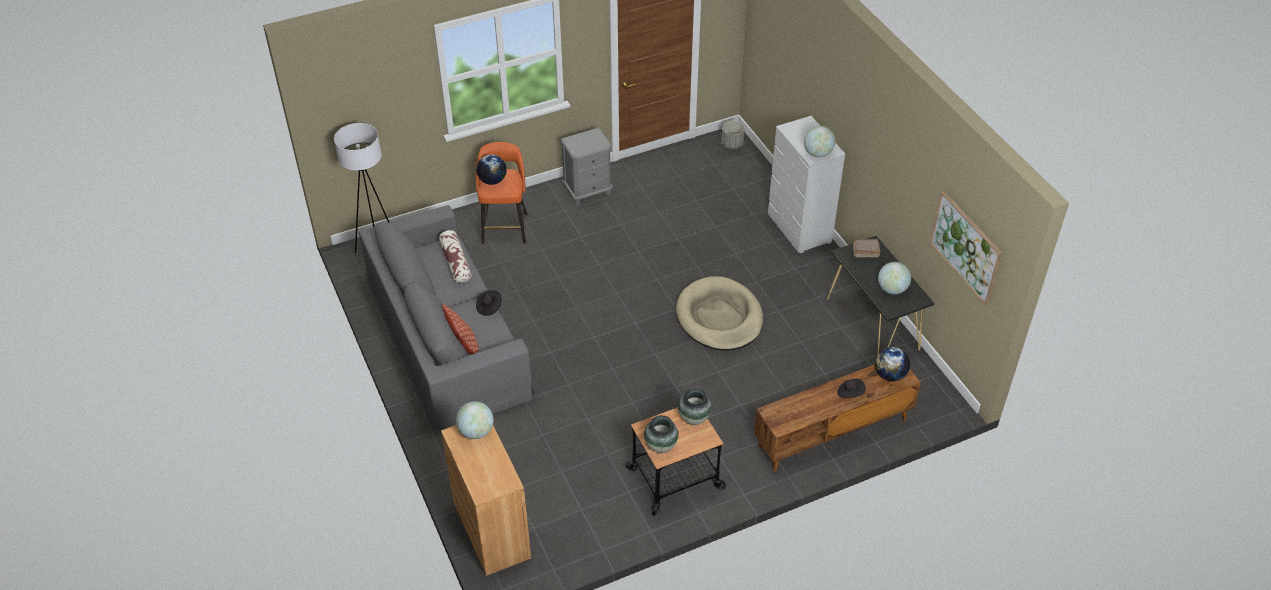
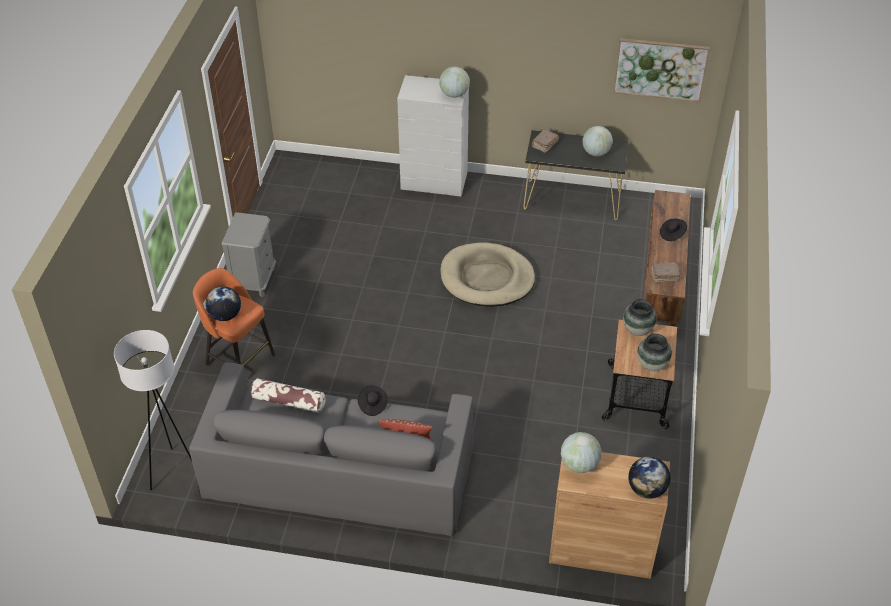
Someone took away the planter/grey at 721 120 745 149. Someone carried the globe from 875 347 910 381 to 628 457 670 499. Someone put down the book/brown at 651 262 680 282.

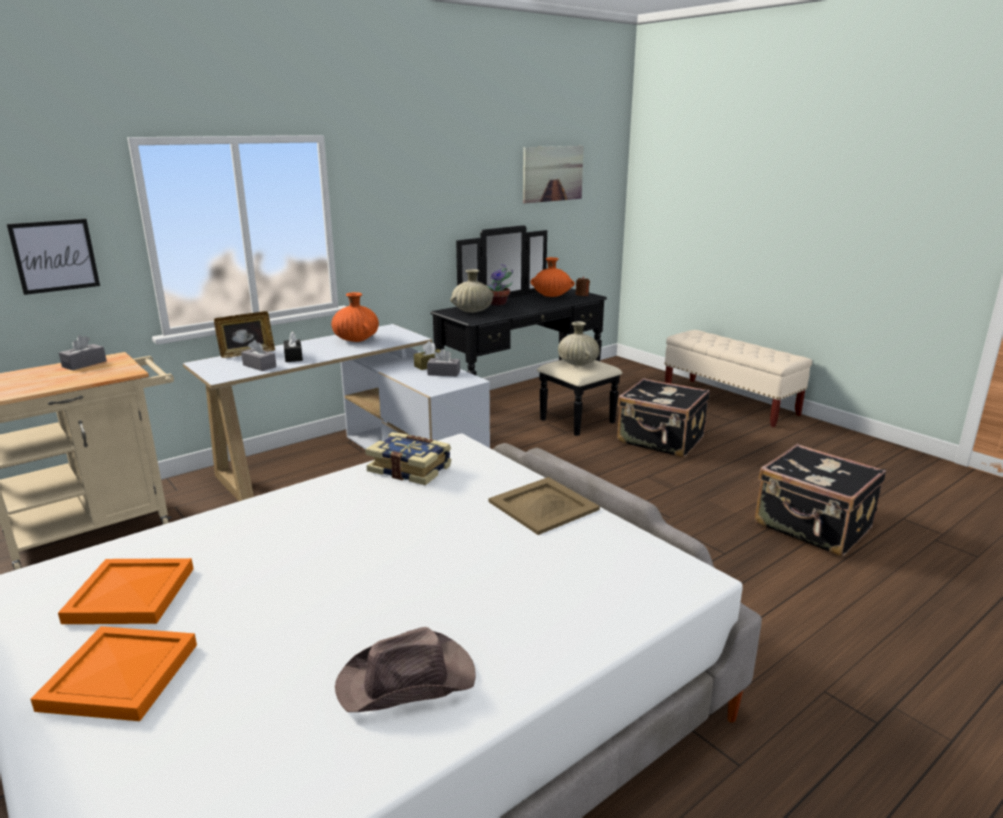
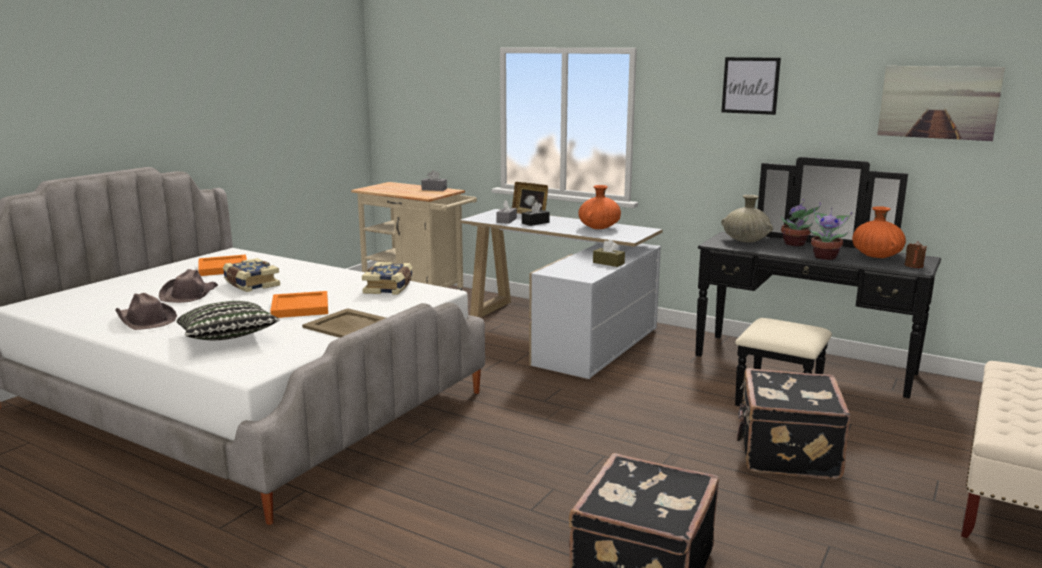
Someone carried the picture from 7 219 100 295 to 721 57 781 115. Someone took away the vase/beige at 558 321 600 366. Someone took away the tissue box/grey at 427 349 460 377. Someone carried the tray/orange from 30 626 197 721 to 270 291 328 318. Someone put down the potted plant at 808 208 853 260. Someone put down the book at 223 258 280 292. Someone put down the hat/brown at 159 269 218 303. Someone put down the pillow at 177 301 280 340.

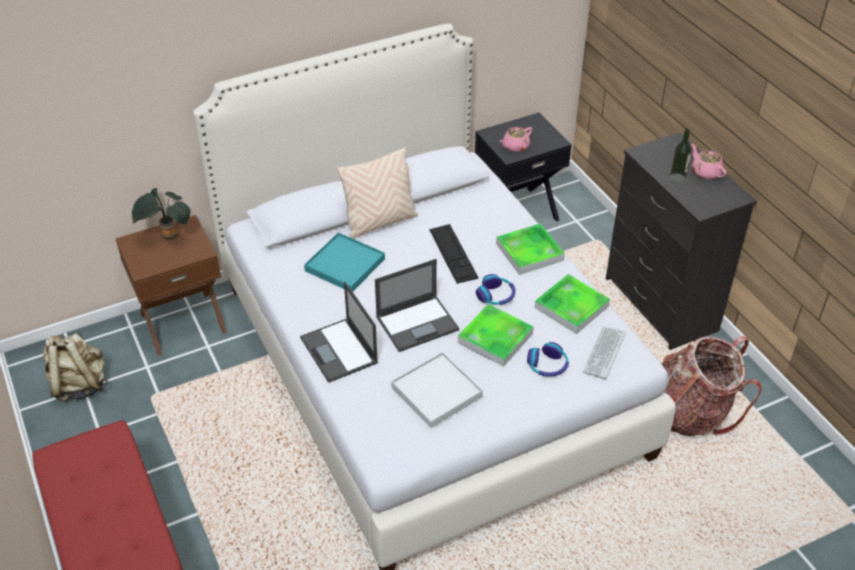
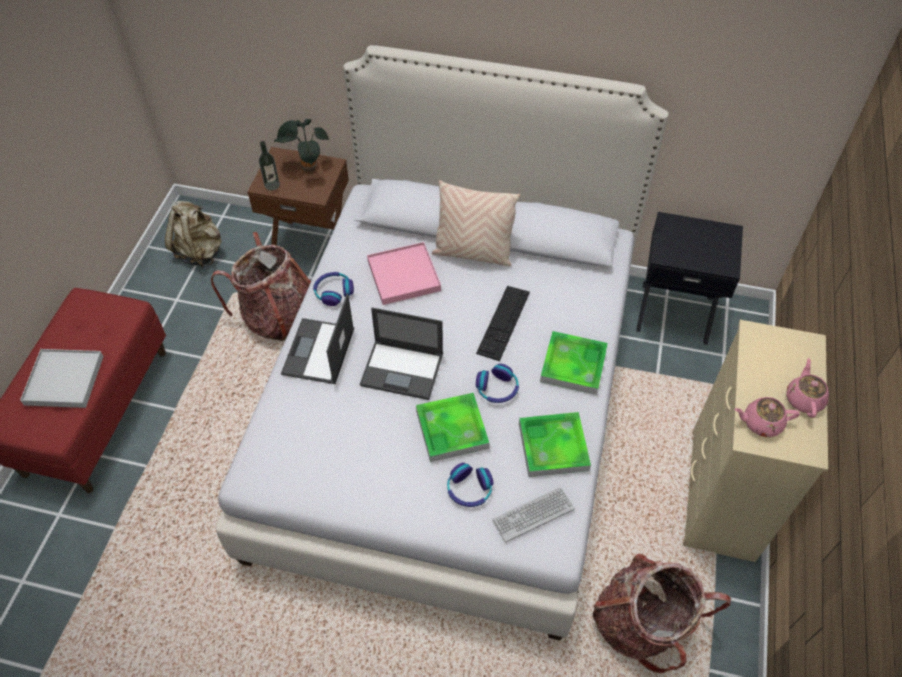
Someone carried the teapot/pink from 499 127 532 152 to 734 397 800 437. Someone carried the bottle from 670 128 692 183 to 259 141 280 191. Someone repainted the dresser/black at 606 132 757 350, which became the dresser/beige at 683 320 828 562. Someone repainted the tray/turquoise at 304 232 385 292, which became the tray/pink at 367 242 441 305. Someone carried the tray/white from 391 352 483 428 to 20 349 104 408. Someone put down the backpack at 211 232 311 341. Someone put down the headphones at 313 272 354 306.

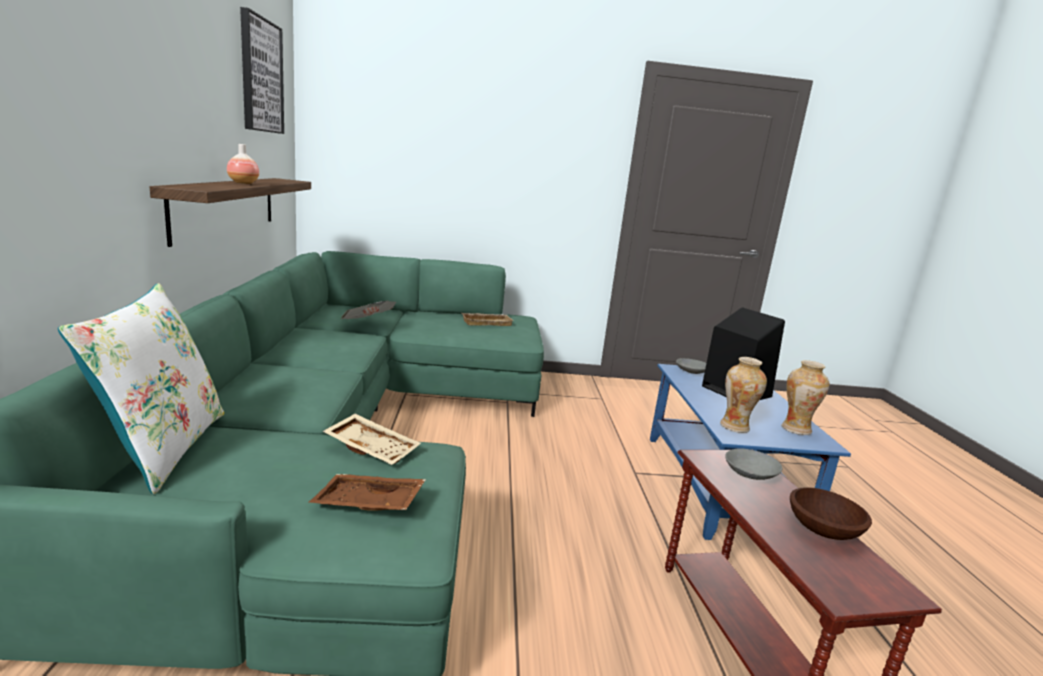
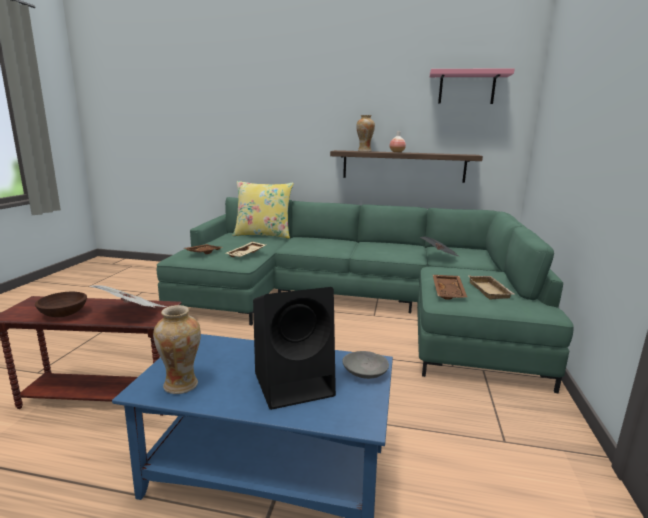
Someone swapped the picture at 240 7 284 134 for the shelf/pink at 430 68 515 104. Someone repainted the pillow/white at 58 283 224 495, which became the pillow/yellow at 232 181 294 239. Someone carried the vase from 720 357 767 433 to 356 115 375 152. Someone swapped the bowl/grey at 725 448 782 480 for the newspaper at 90 285 168 308. Someone put down the tray/brown at 433 275 467 300.

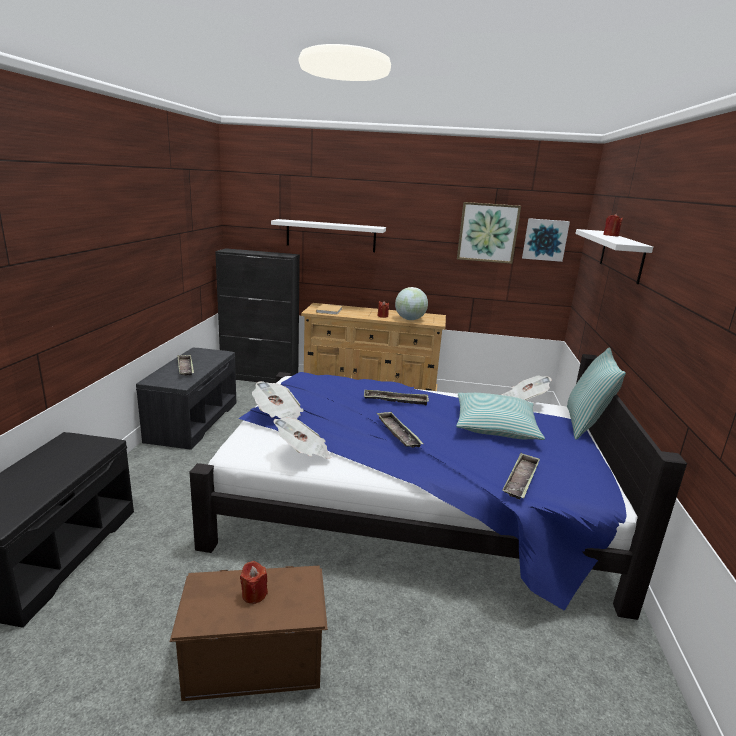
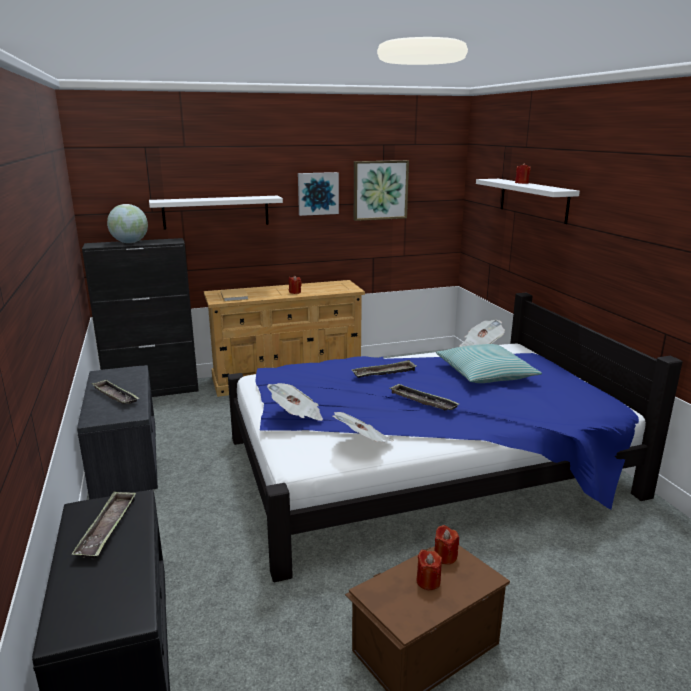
Someone carried the picture from 522 218 570 262 to 298 172 339 216. Someone carried the globe from 395 287 428 320 to 107 204 148 243. Someone took away the pillow at 567 348 626 440. Someone carried the tray from 503 453 540 500 to 72 492 136 559. Someone put down the candle/red at 434 525 459 565.

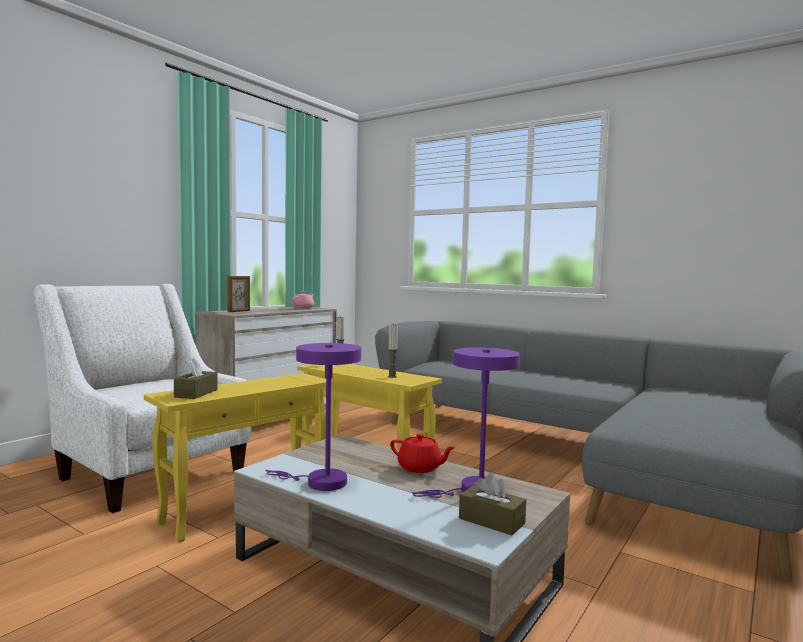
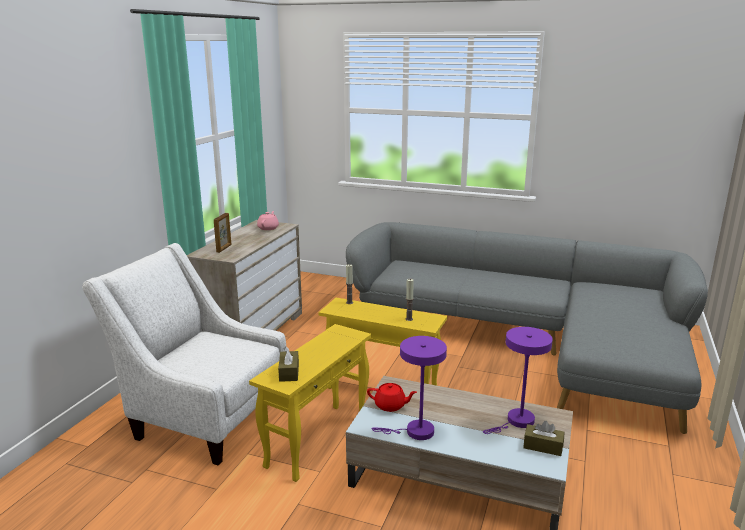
Someone carried the teapot/red from 390 434 455 473 to 367 383 417 412.

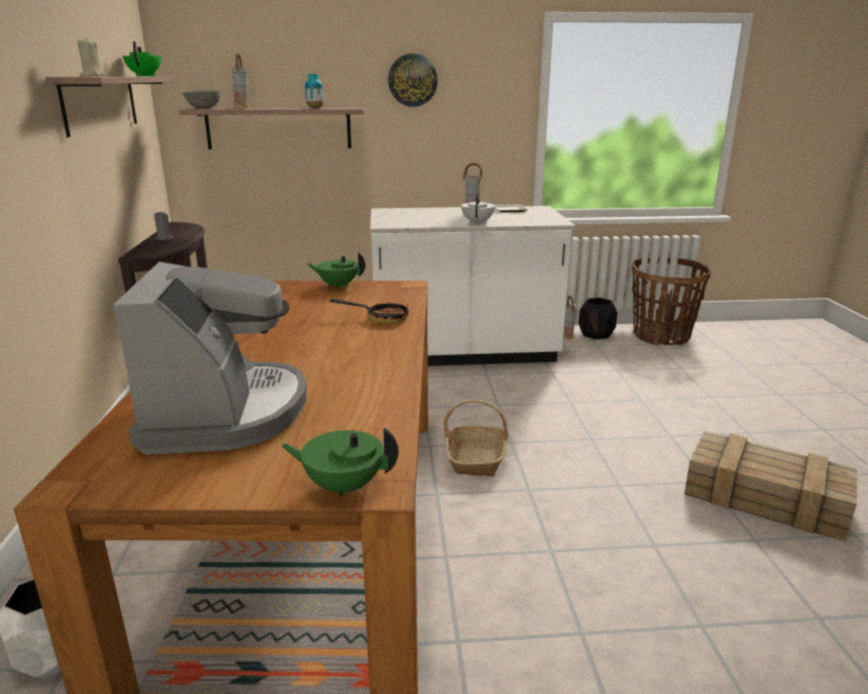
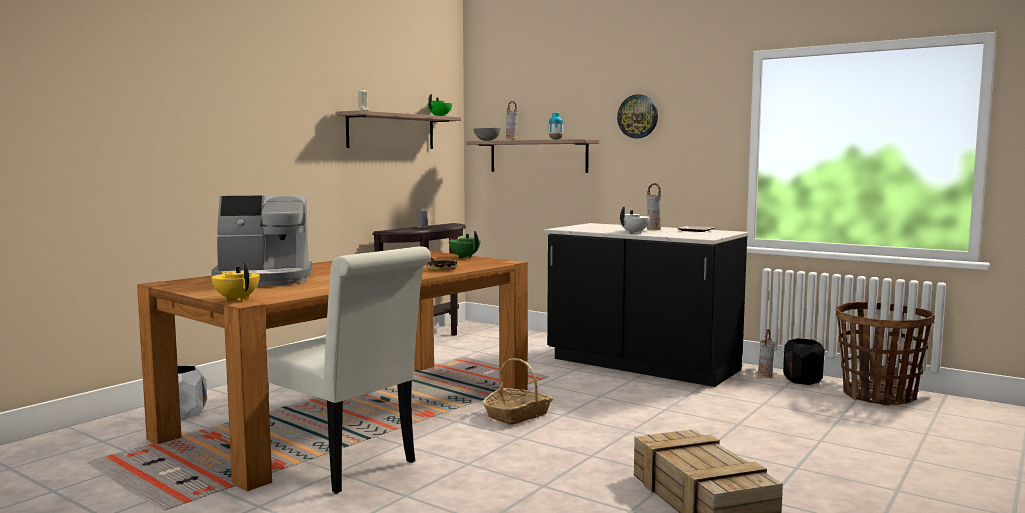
Someone repainted the counter/white at 370 206 575 366, which became the counter/black at 544 223 749 387. Someone rotated the coffee machine at 113 262 307 455 by 45 degrees clockwise. Someone repainted the teapot/green at 281 427 399 498, which became the teapot/yellow at 212 262 260 301. Someone put down the chair/white at 267 246 431 494.

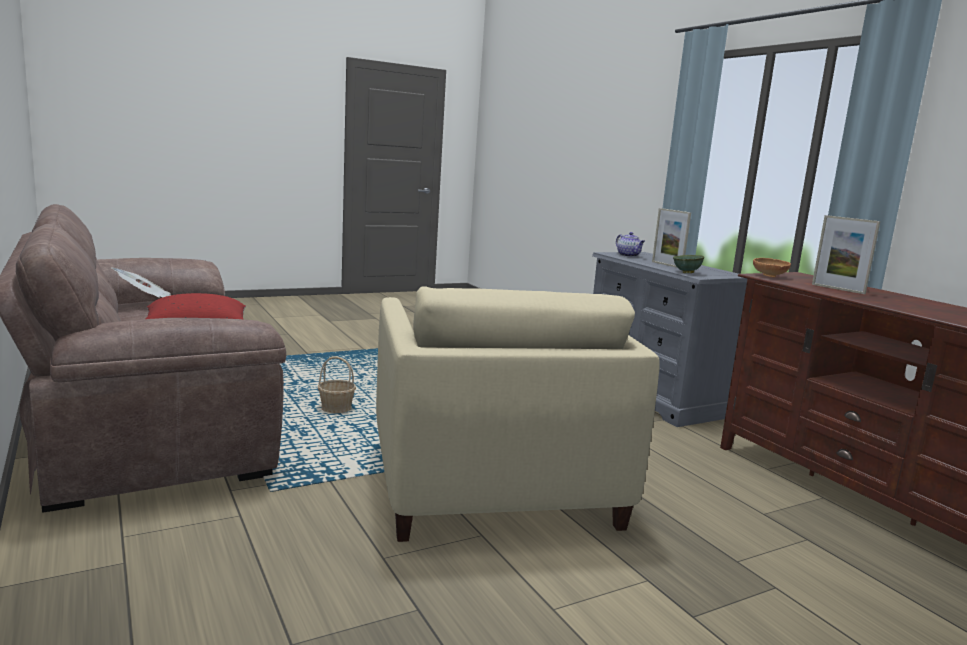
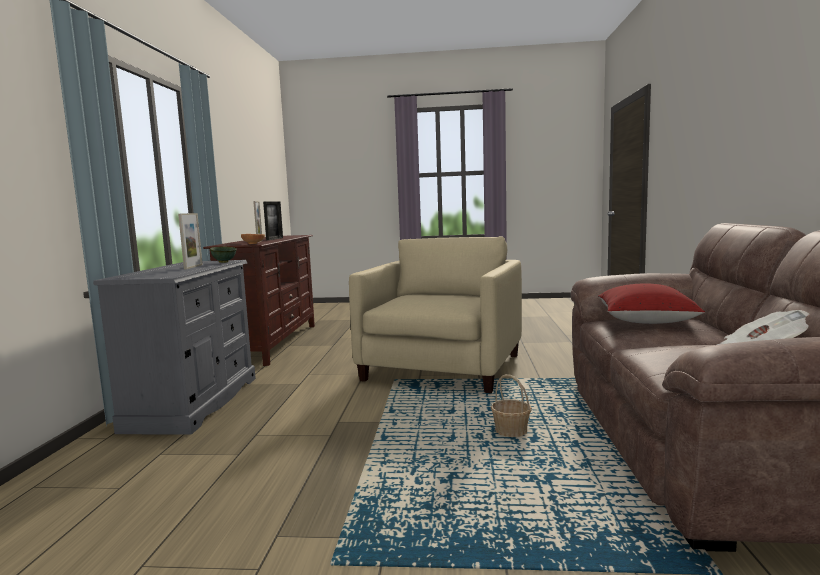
Someone took away the teapot at 616 232 645 257. Someone put down the picture frame at 263 201 283 240.

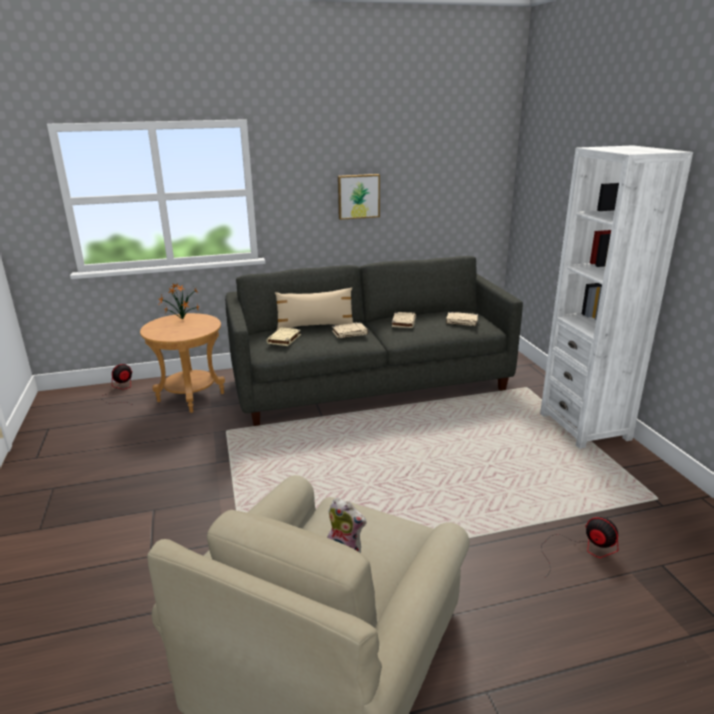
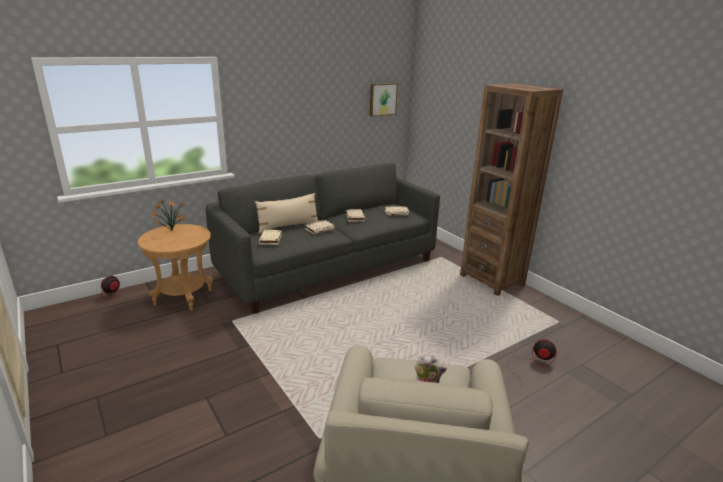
Someone repainted the bookcase/white at 540 145 693 449, which became the bookcase/brown at 460 83 563 296. Someone carried the picture from 338 174 380 220 to 370 83 398 117.

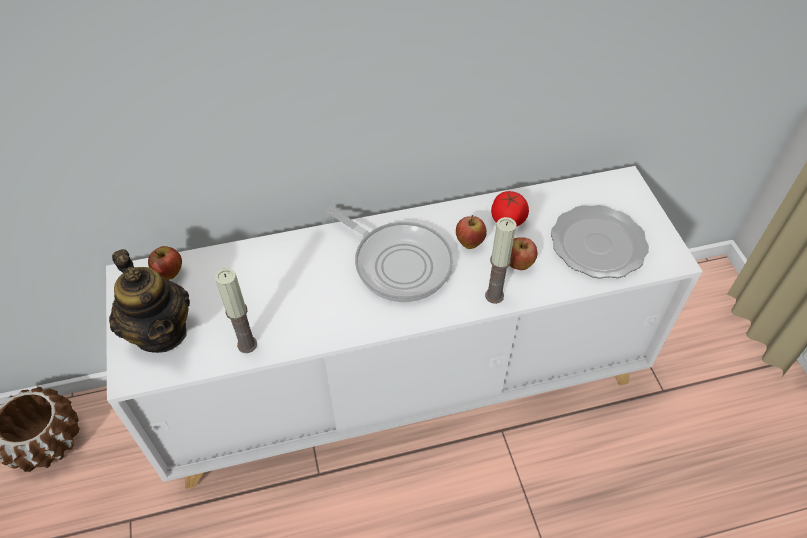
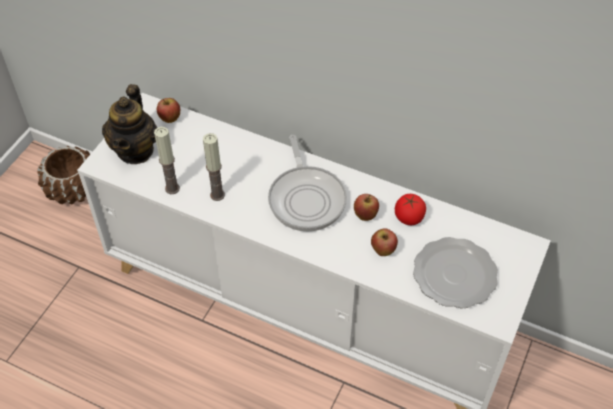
Someone carried the candle from 485 217 517 304 to 203 133 225 201.

